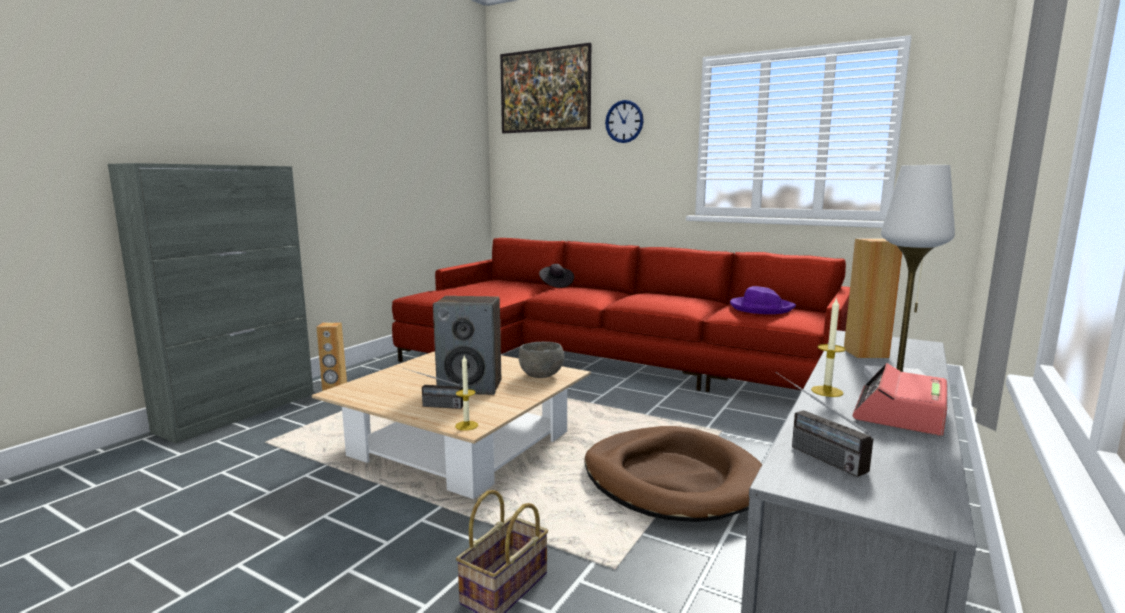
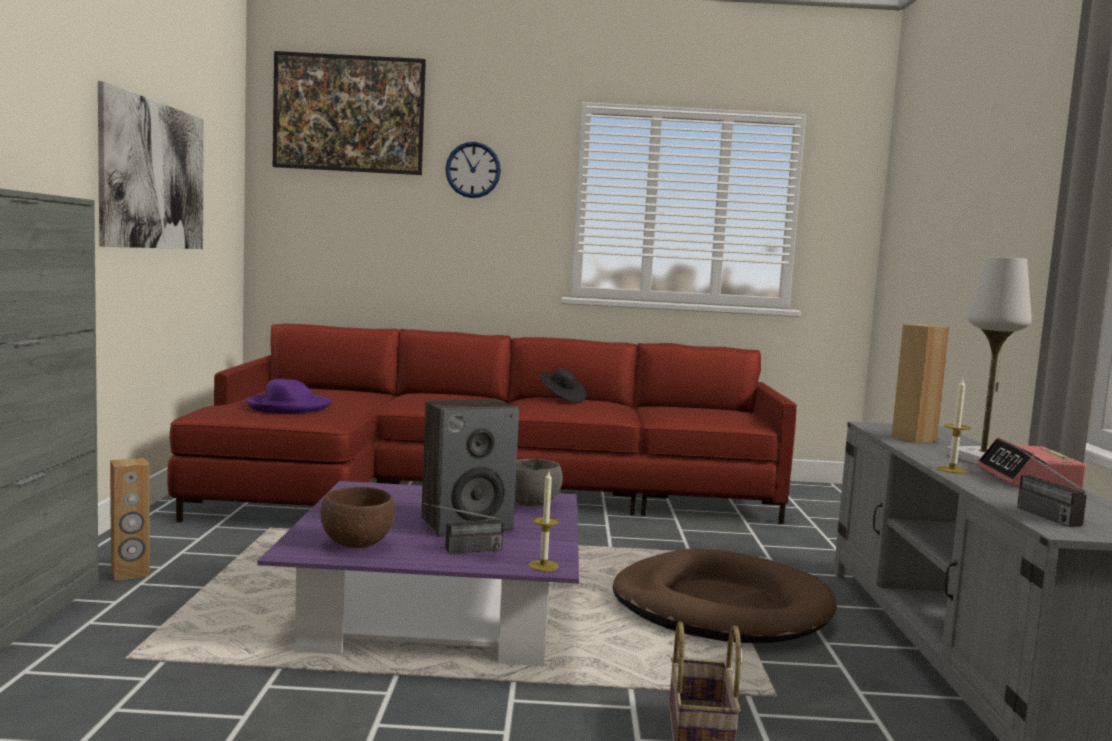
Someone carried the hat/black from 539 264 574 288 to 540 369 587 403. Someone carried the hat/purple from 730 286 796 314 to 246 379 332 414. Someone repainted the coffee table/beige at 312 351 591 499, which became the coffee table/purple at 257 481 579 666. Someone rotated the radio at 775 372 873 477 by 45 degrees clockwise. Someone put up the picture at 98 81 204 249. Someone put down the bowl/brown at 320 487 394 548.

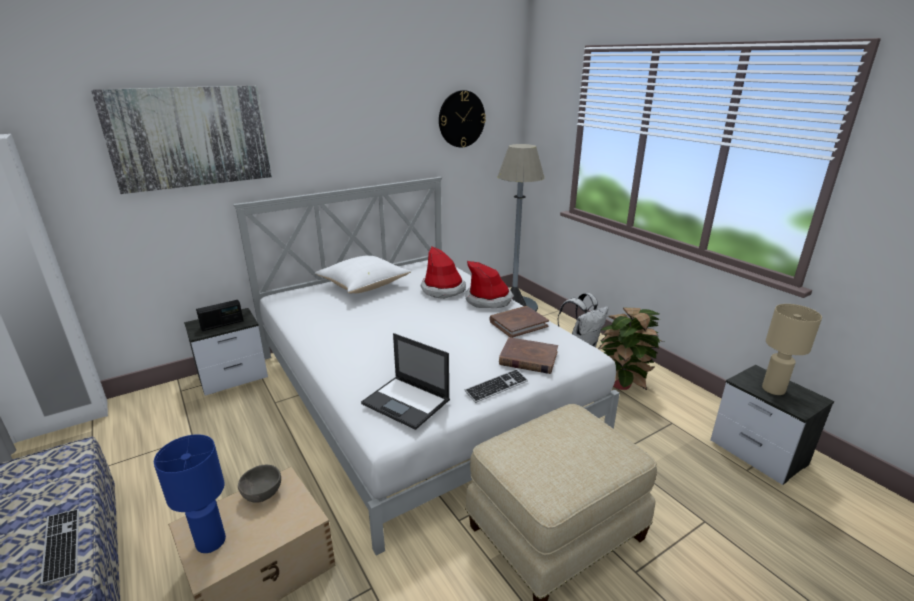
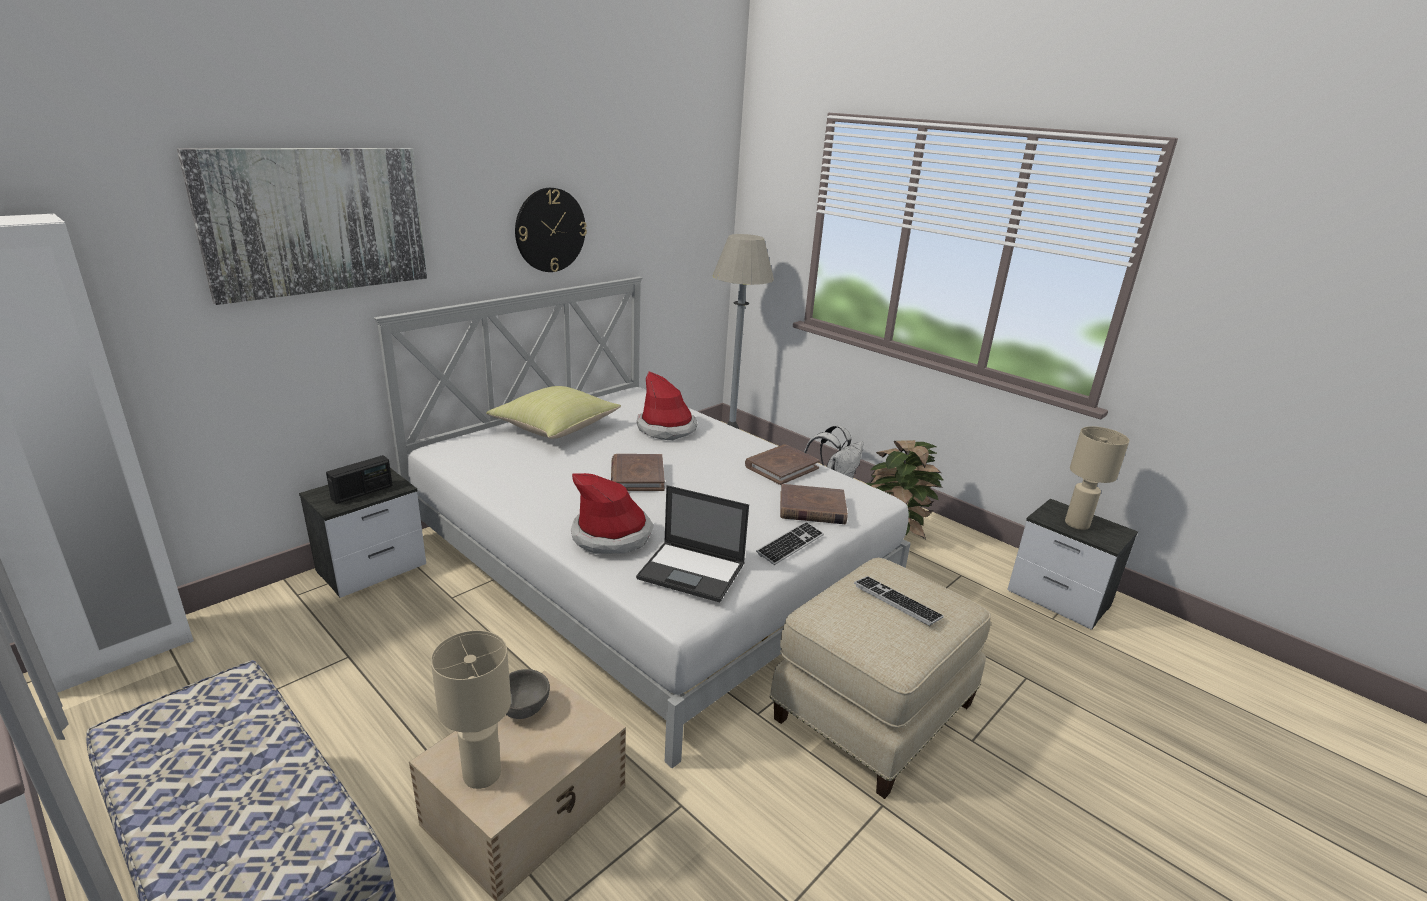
Someone carried the wall clock from 439 90 486 147 to 515 188 587 272. Someone repainted the pillow/white at 315 255 411 293, which became the pillow/yellow at 486 386 621 439. Someone carried the hat from 465 261 514 308 to 571 473 654 554. Someone repainted the table lamp/blue at 154 434 226 553, which became the table lamp/beige at 431 630 511 789. Someone carried the keyboard from 40 509 79 586 to 854 576 944 626. Someone put down the book/brown at 611 454 665 491.

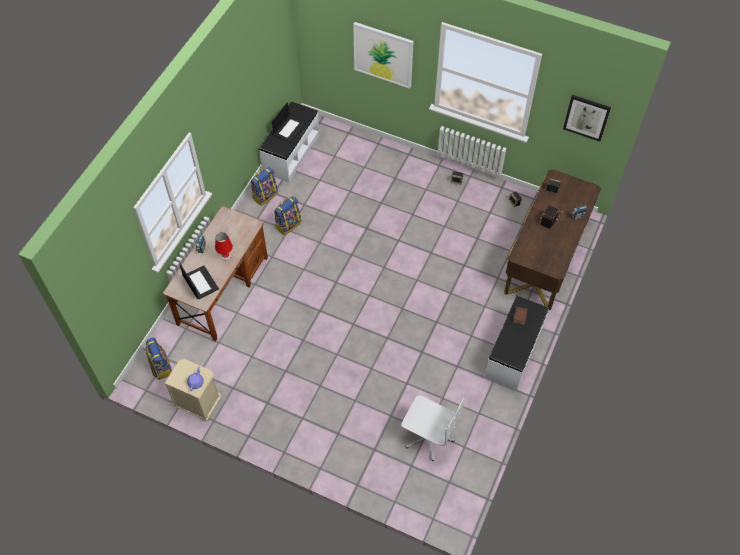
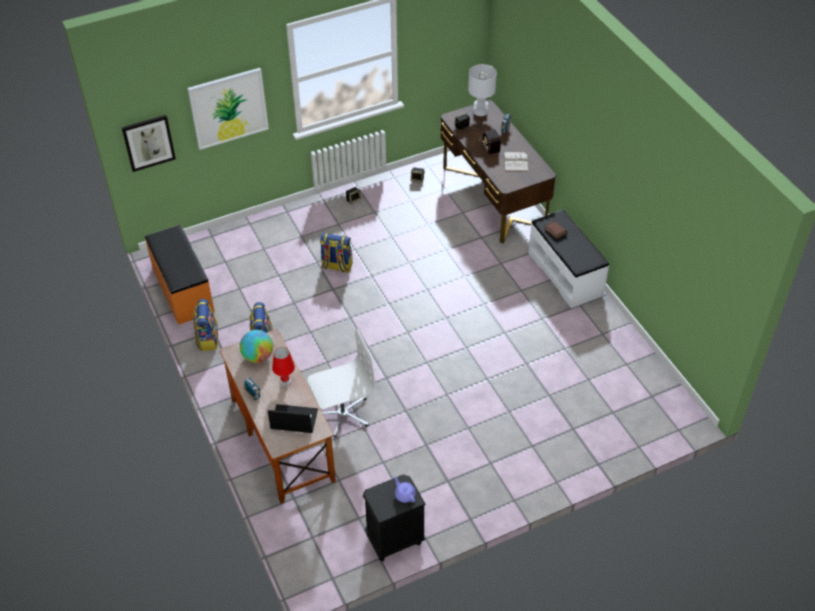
Someone carried the picture from 563 95 611 142 to 121 115 176 172. Someone repainted the bench/white at 259 101 319 182, which became the bench/orange at 145 225 215 325. Someone took away the laptop at 272 103 306 143. Someone carried the backpack from 145 338 172 380 to 320 233 352 273. Someone repainted the nightstand/beige at 164 359 221 421, which became the nightstand/black at 363 474 426 561. Someone carried the office chair/white from 401 395 464 461 to 308 329 375 438. Someone put down the table lamp/white at 468 64 497 116. Someone put down the book/white at 504 152 528 172. Someone put down the globe at 240 330 273 363.

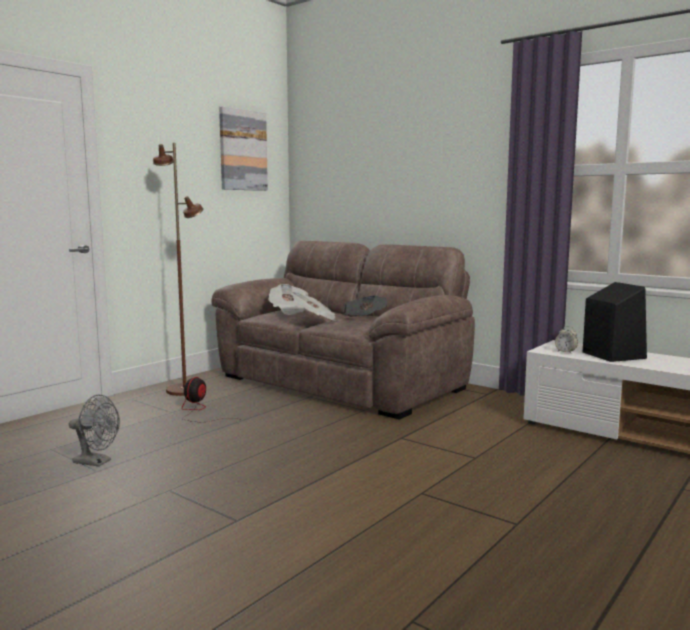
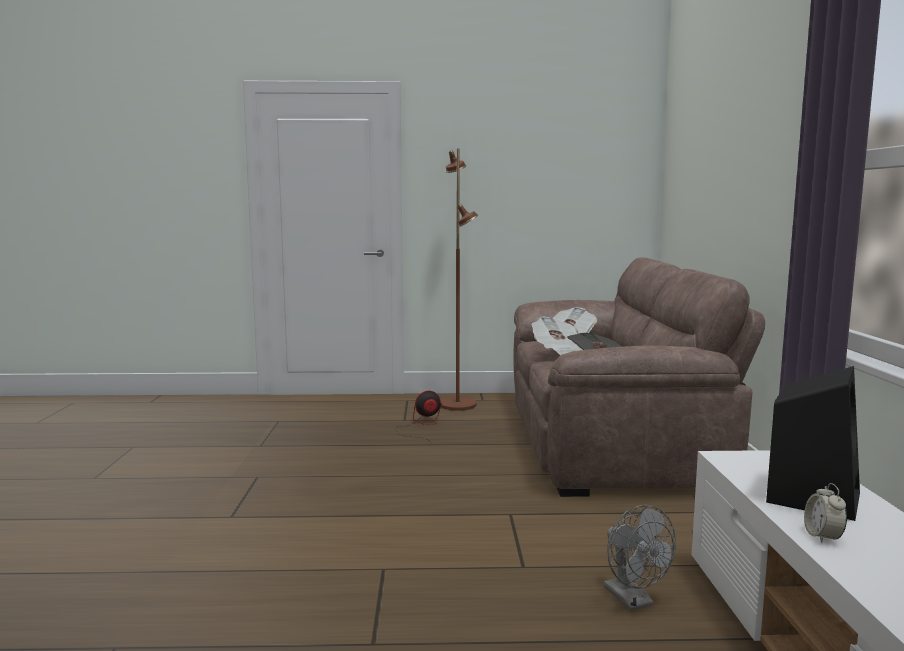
Someone took away the picture at 219 106 268 191. Someone carried the alarm clock from 555 326 578 353 to 804 483 847 543. Someone carried the fan/grey from 69 395 120 467 to 604 505 676 611.

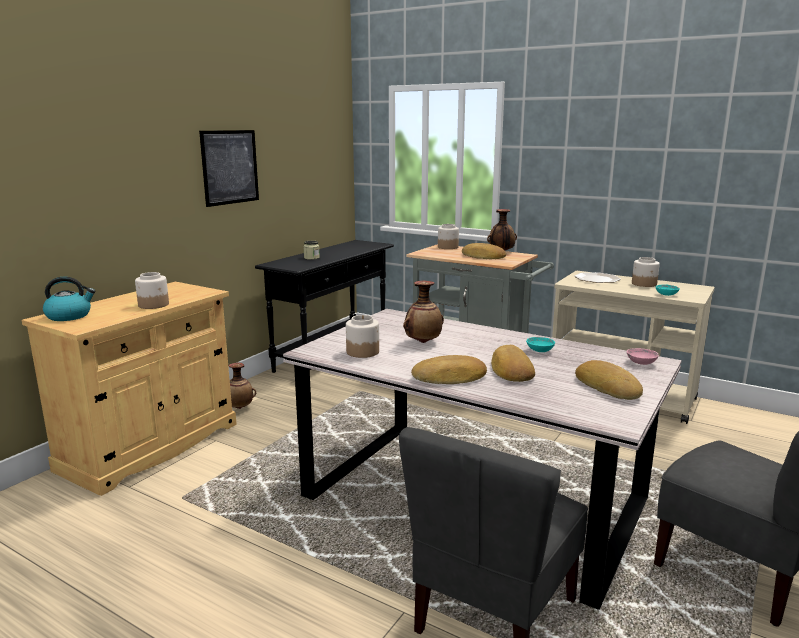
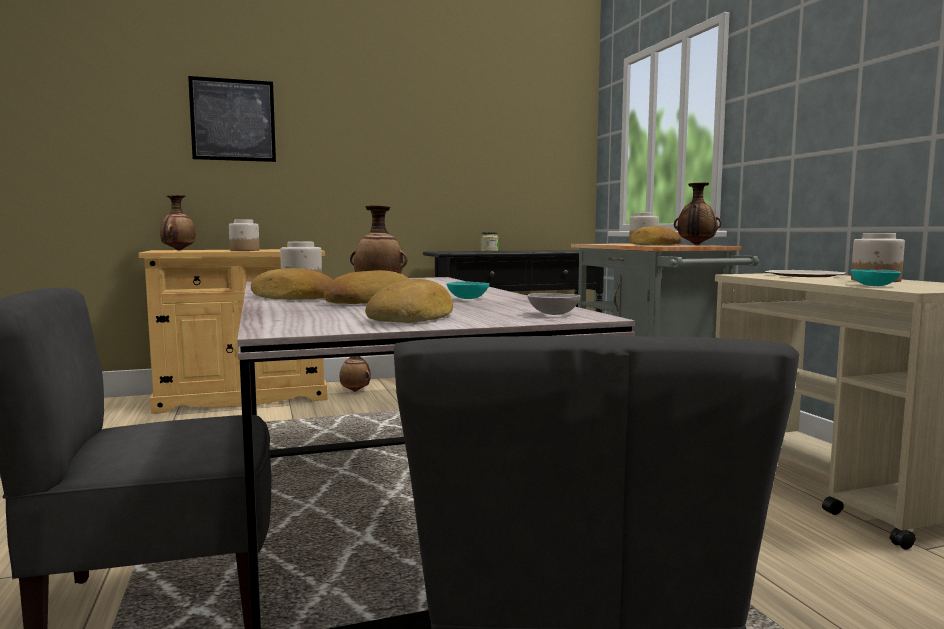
Someone carried the picture from 199 130 259 207 to 188 76 276 162. Someone swapped the kettle at 43 277 96 321 for the vase at 160 195 196 250. Someone repainted the bowl/pink at 626 348 659 365, which became the bowl/grey at 527 293 580 315.

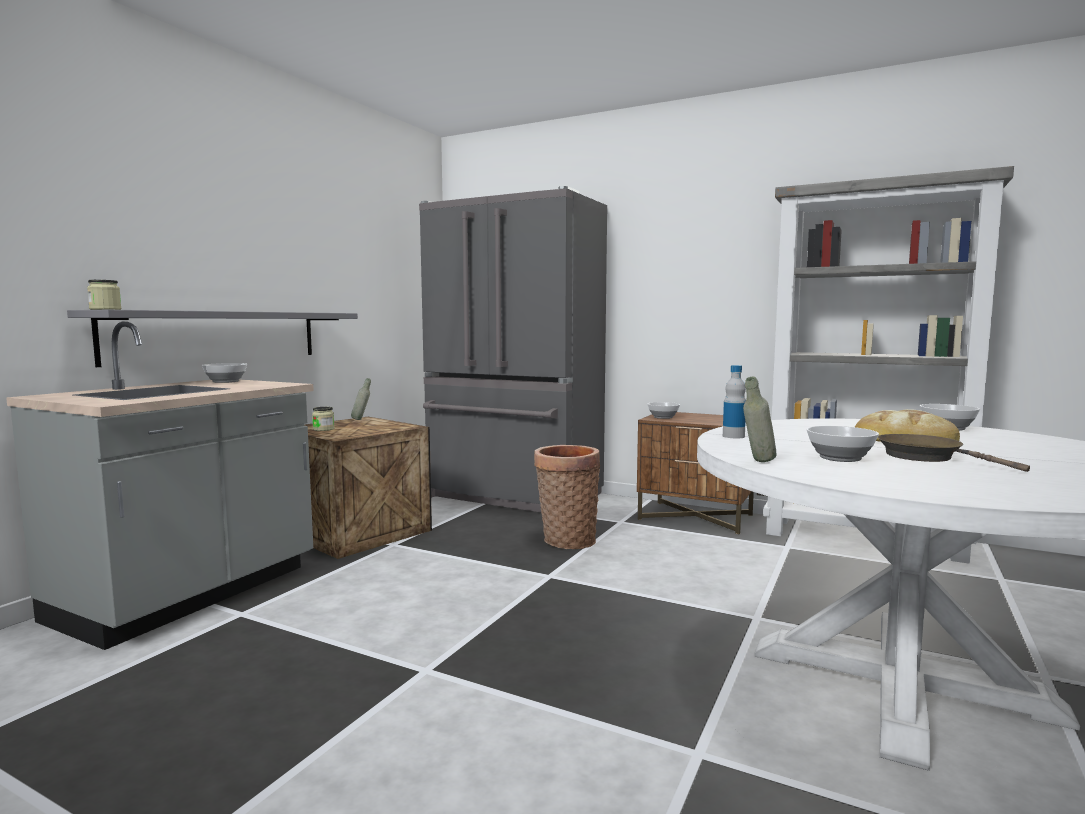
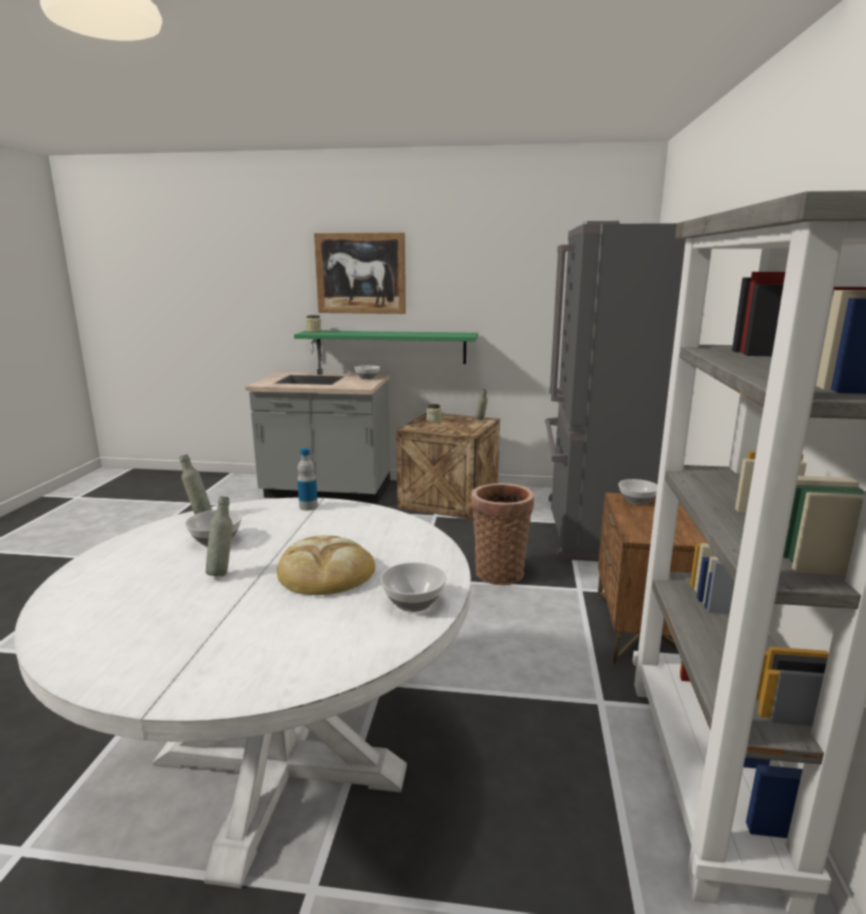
Someone repainted the shelf/grey at 67 310 358 367, which became the shelf/green at 294 330 478 364. Someone swapped the frying pan/brown at 878 434 1030 472 for the bottle/grey at 206 496 233 576. Someone put up the picture at 314 232 406 314.

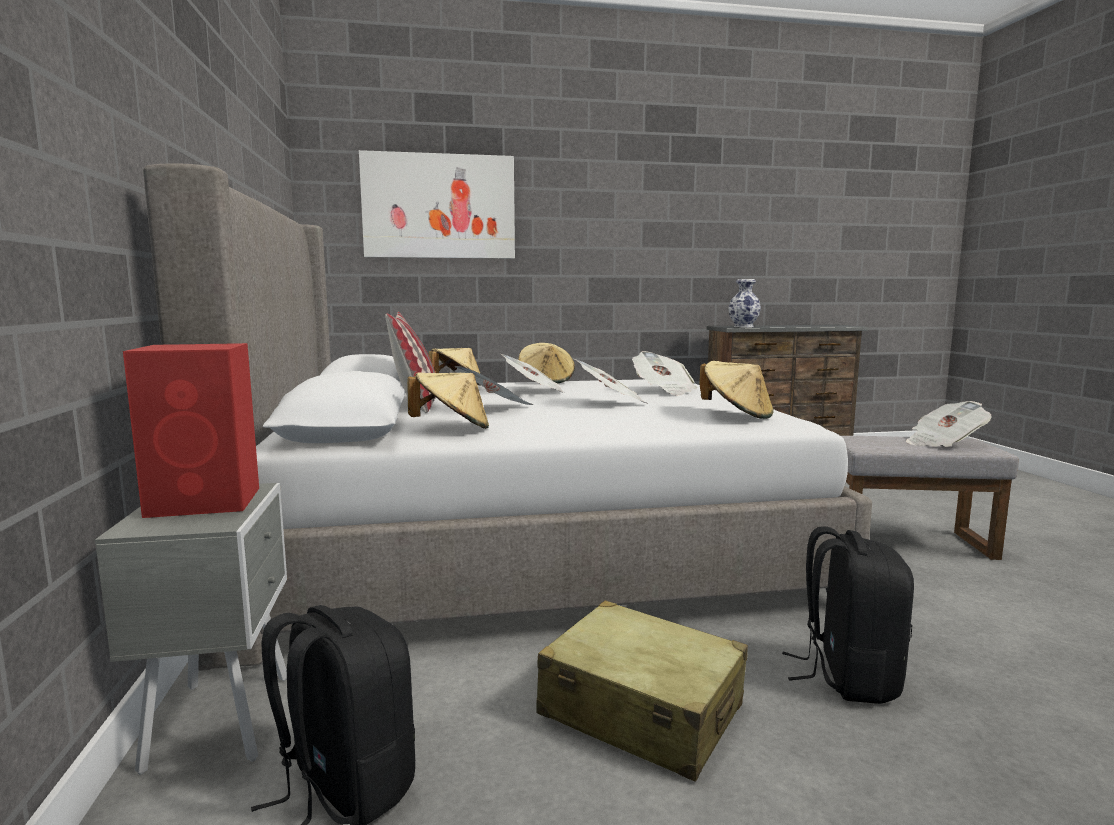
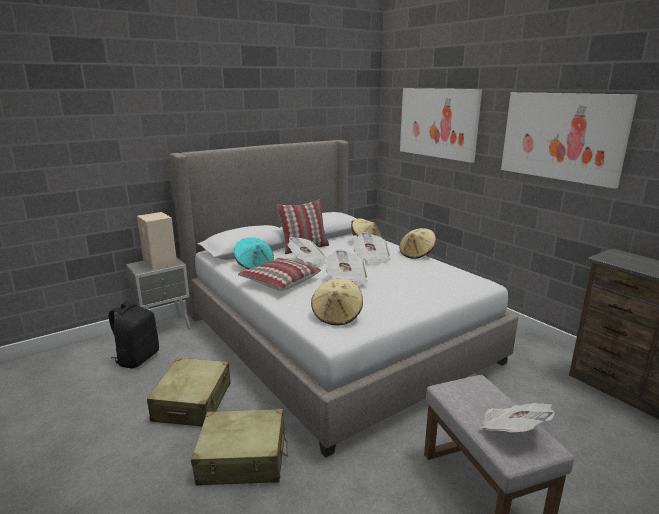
Someone took away the vase at 728 279 761 328. Someone repainted the speaker/red at 123 343 259 518, which became the speaker/beige at 137 212 177 270. Someone took away the newspaper at 632 351 697 396. Someone repainted the hat/beige at 407 372 489 429, which became the hat/turquoise at 234 238 274 270. Someone swapped the backpack/black at 782 527 914 704 for the suitcase/beige at 191 409 288 486. Someone put up the picture at 501 92 638 189. Someone put down the pillow at 238 258 321 291.

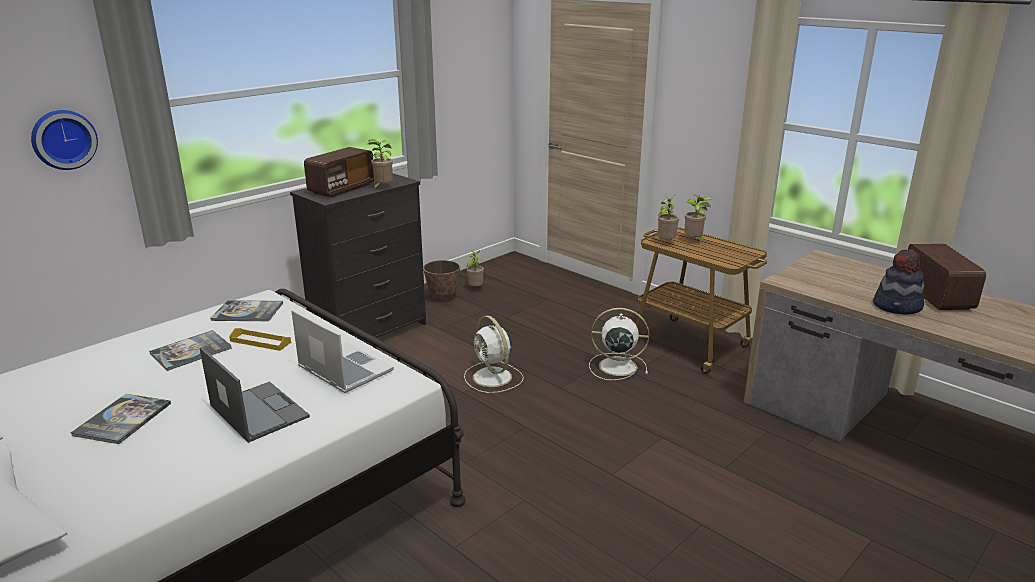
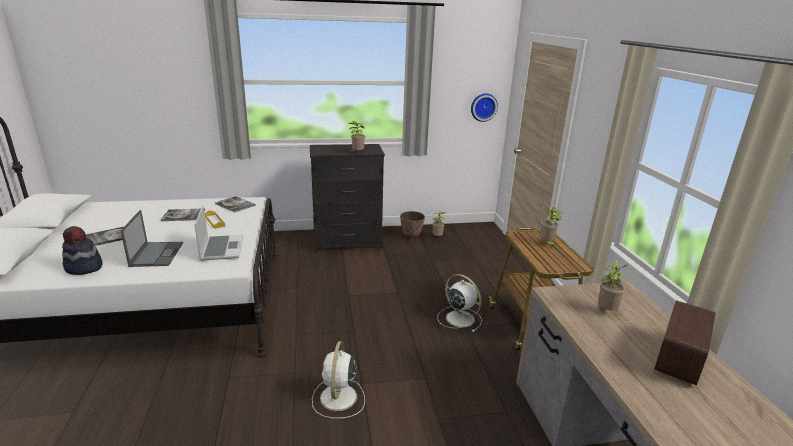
Someone carried the wall clock from 31 110 98 170 to 471 93 498 122. Someone took away the radio at 304 147 374 197. Someone carried the potted plant from 657 195 679 239 to 598 260 628 310. Someone carried the hat from 873 249 924 315 to 62 226 103 275. Someone carried the fan/white from 464 316 524 393 to 312 341 365 419.

